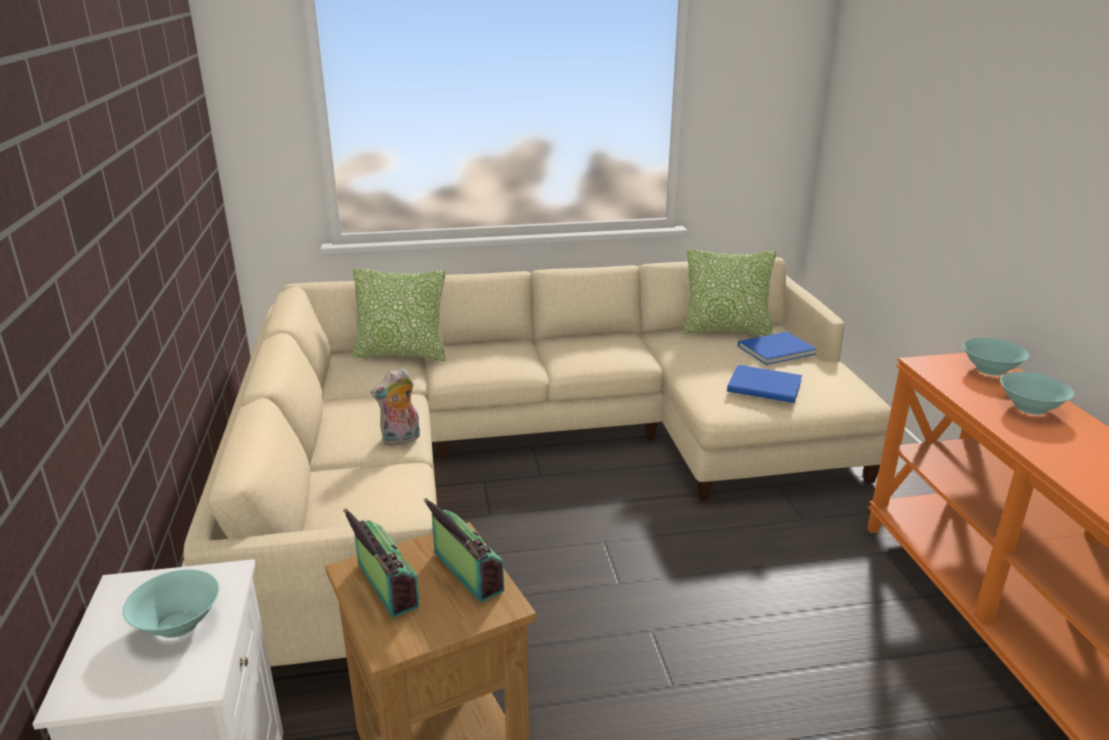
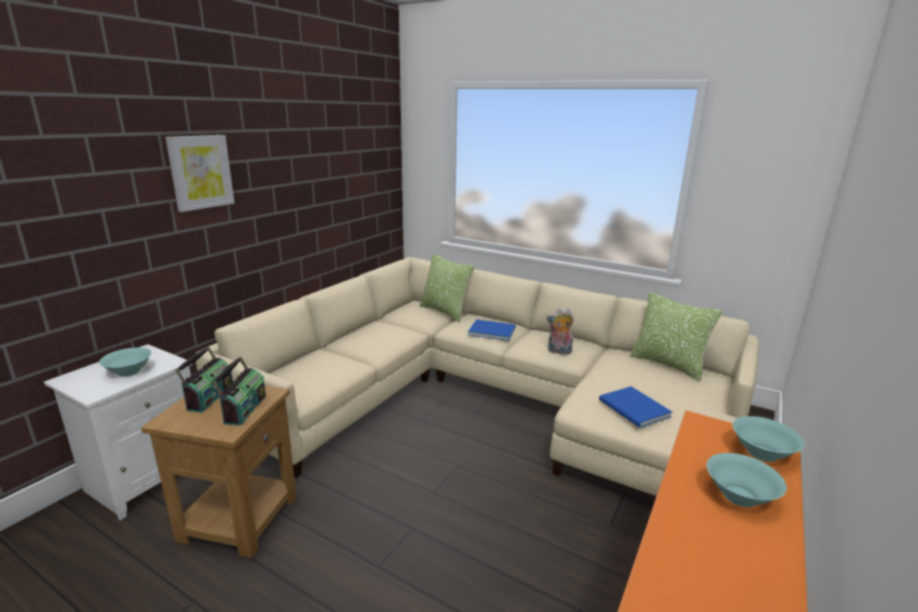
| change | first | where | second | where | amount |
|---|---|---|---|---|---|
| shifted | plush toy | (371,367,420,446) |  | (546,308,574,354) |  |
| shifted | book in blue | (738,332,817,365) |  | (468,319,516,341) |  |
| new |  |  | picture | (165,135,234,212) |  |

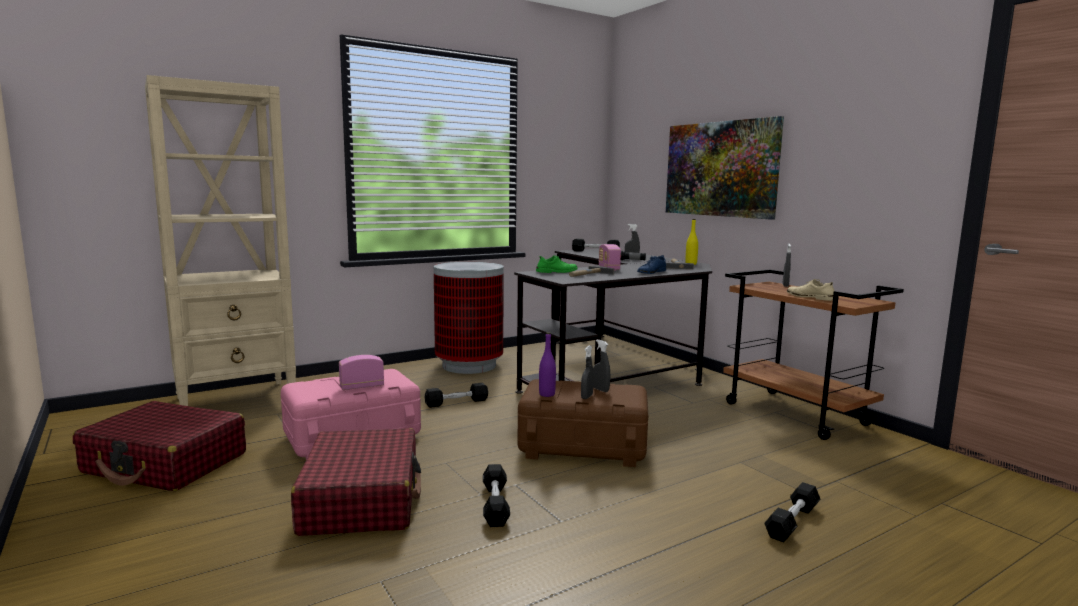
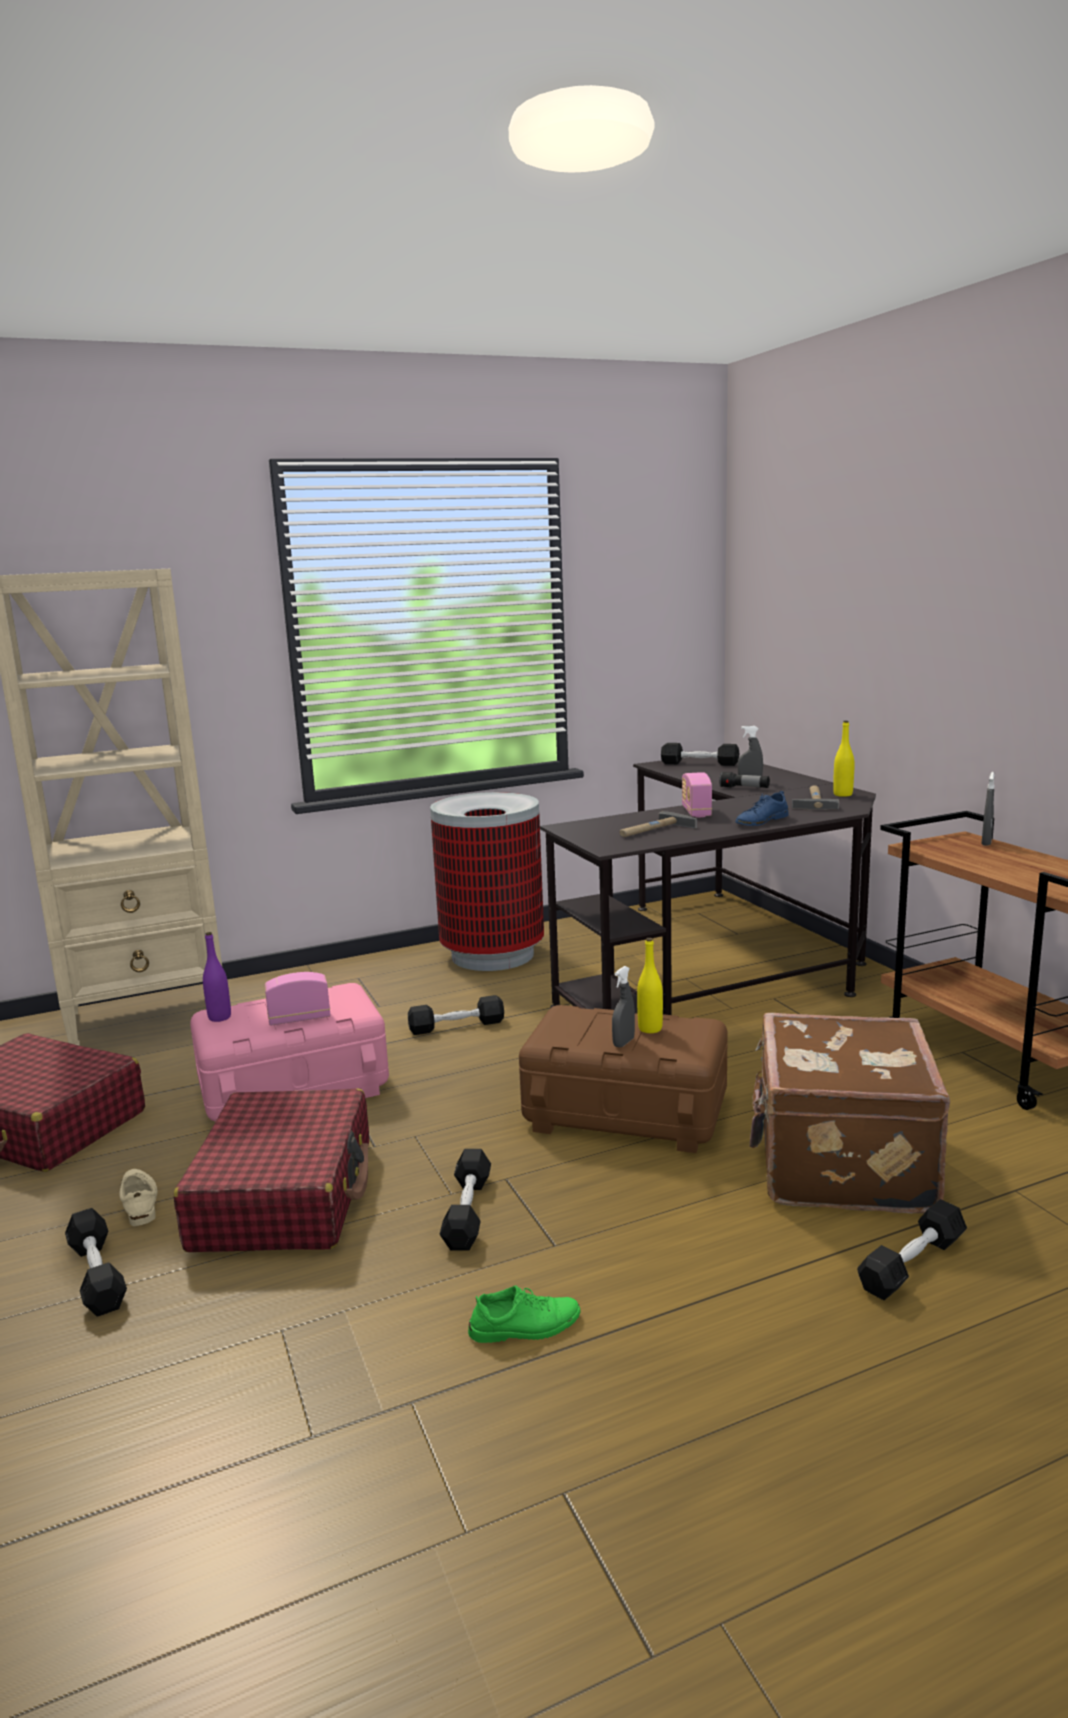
| change | first | where | second | where | amount |
|---|---|---|---|---|---|
| shifted | shoe in green | (536,255,578,273) |  | (468,1286,580,1343) |  |
| shifted | bottle in purple | (539,332,556,397) |  | (203,932,231,1022) |  |
| swapped | spray bottle in grey | (593,339,610,392) | bottle in yellow | (637,938,663,1033) |  |
| gone | picture | (666,116,784,220) |  |  |  |
| shifted | shoe in beige | (787,279,835,301) |  | (120,1169,158,1226) |  |
| new |  |  | dumbbell in black | (65,1208,127,1317) |  |
| new |  |  | suitcase in brown | (750,1013,950,1214) |  |

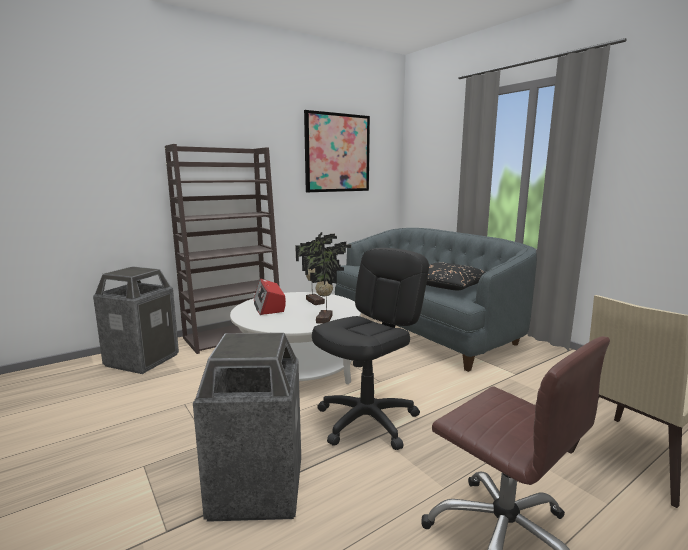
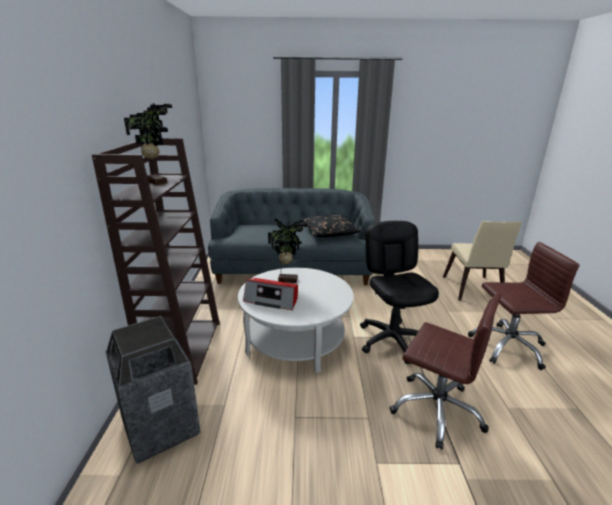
| change | first | where | second | where | amount |
|---|---|---|---|---|---|
| swapped | trash can | (193,333,301,522) | office chair in brown | (389,293,502,450) |  |
| shifted | potted plant | (302,242,351,324) |  | (124,103,172,185) |  |
| gone | picture | (304,110,370,192) |  |  |  |

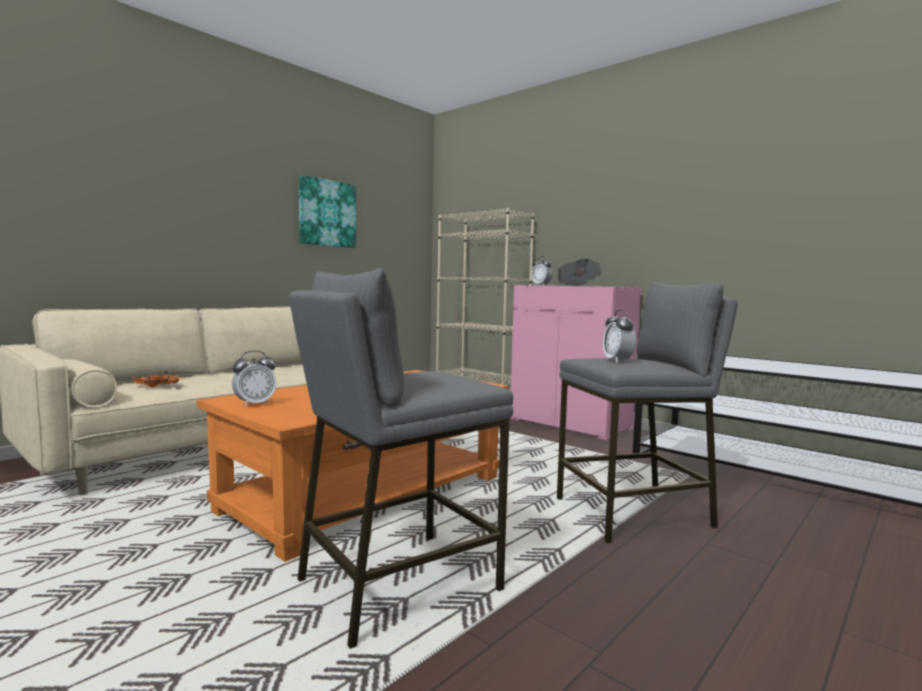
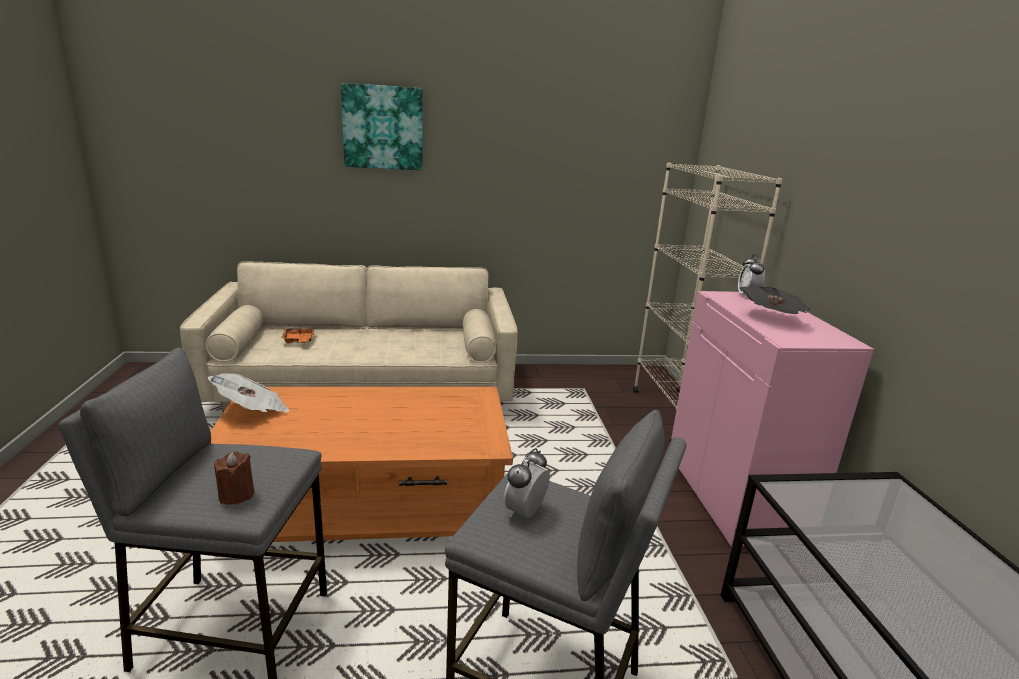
| change | first | where | second | where | amount |
|---|---|---|---|---|---|
| swapped | alarm clock | (232,351,276,407) | newspaper | (208,373,290,412) |  |
| shifted | picture | (299,175,356,248) |  | (341,83,423,170) |  |
| new |  |  | candle in brown | (214,452,254,504) |  |

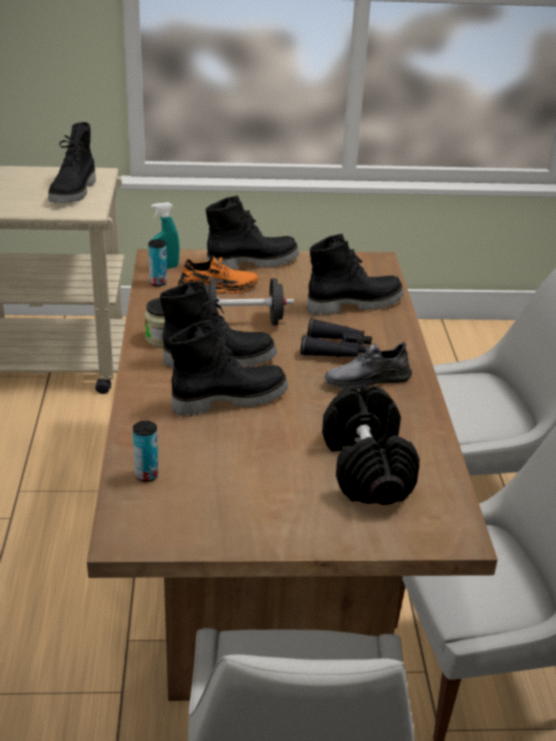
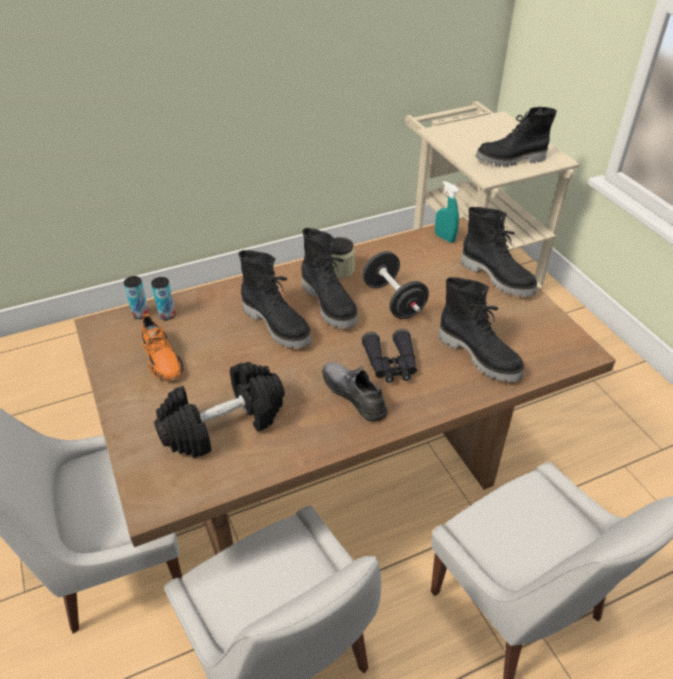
| change | first | where | second | where | amount |
|---|---|---|---|---|---|
| shifted | can | (148,239,167,286) |  | (124,276,149,319) |  |
| shifted | shoe in orange | (178,255,258,294) |  | (141,314,184,381) |  |

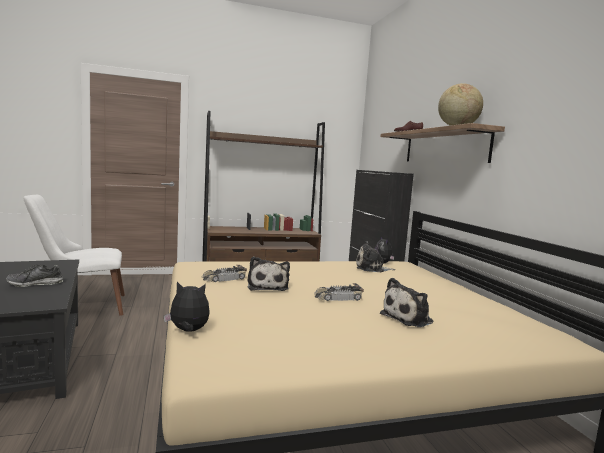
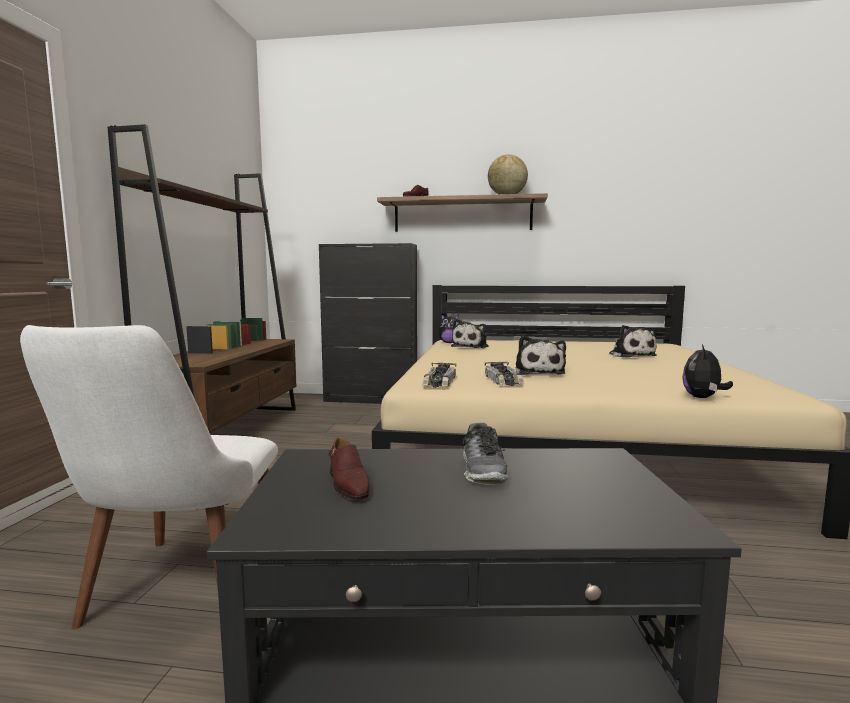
| change | first | where | second | where | amount |
|---|---|---|---|---|---|
| rotated | plush toy | (247,256,290,291) |  | (516,336,566,375) | 75 degrees clockwise |
| shifted | toy car | (314,283,364,301) |  | (422,363,456,388) |  |
| new |  |  | shoe in brown | (328,437,369,500) |  |

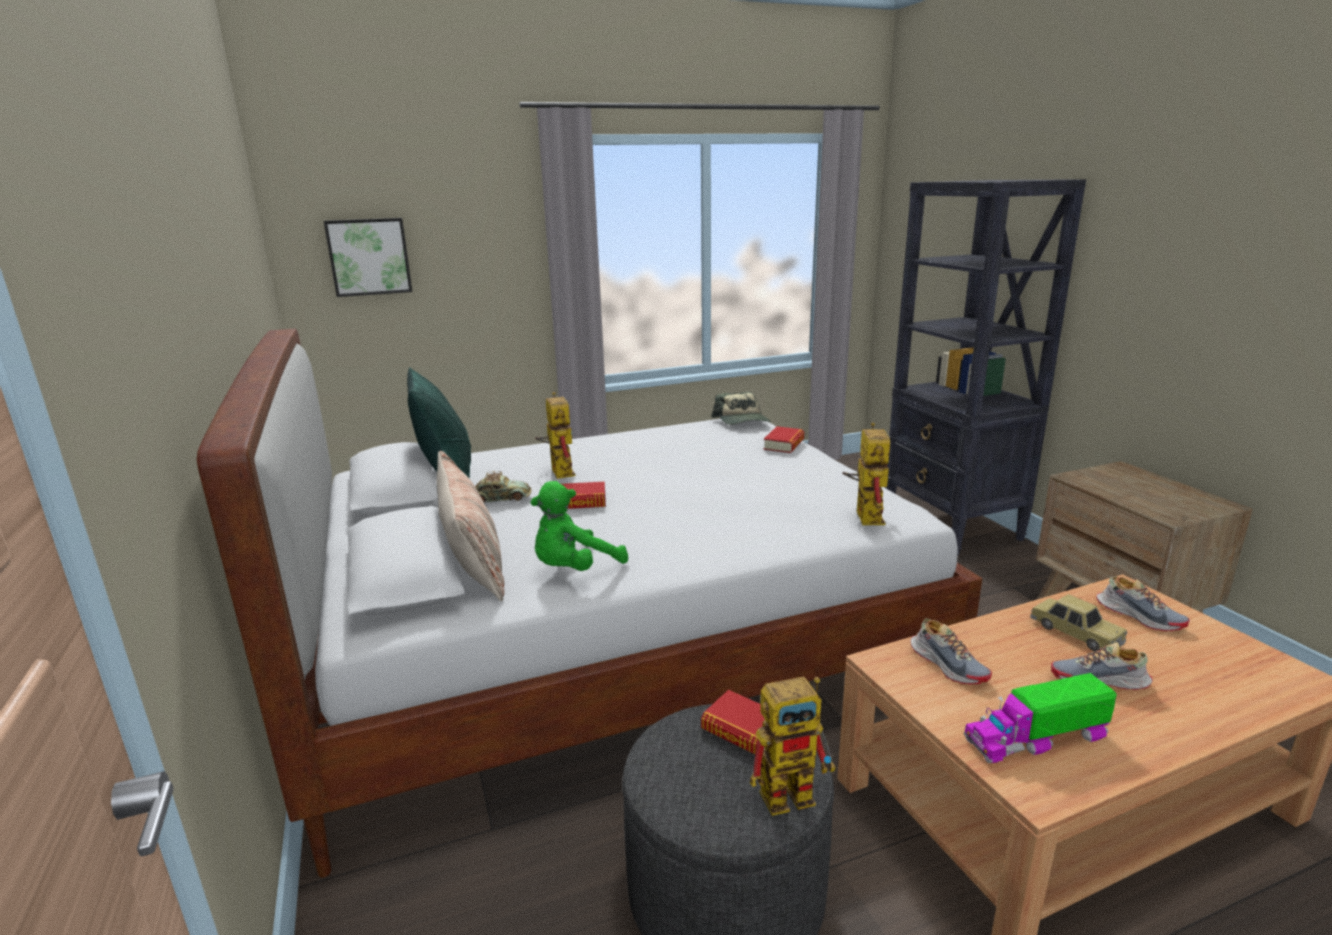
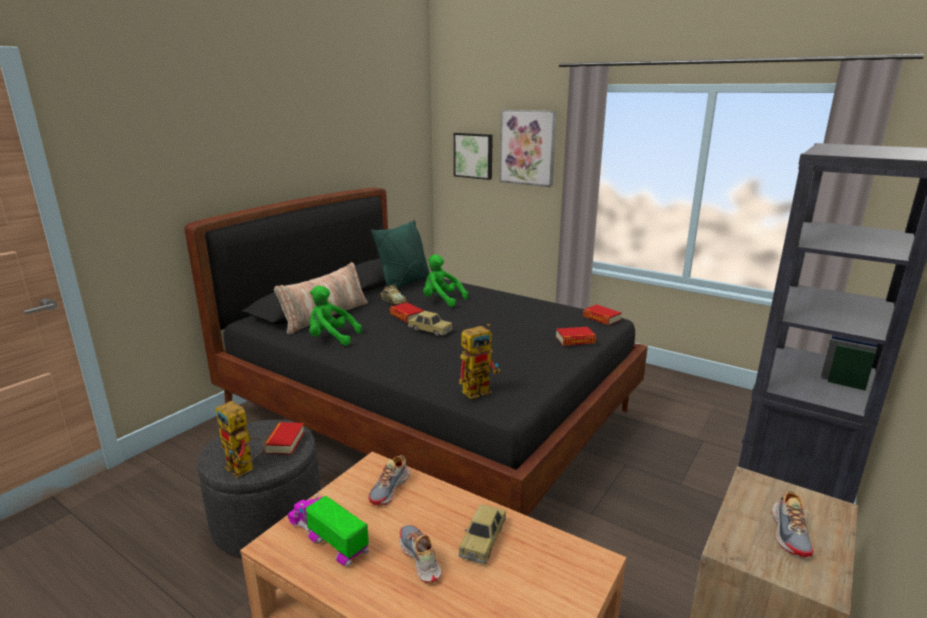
| change | first | where | second | where | amount |
|---|---|---|---|---|---|
| repainted | bed in white | (197,328,983,878) | bed in black | (184,188,648,516) |  |
| swapped | toy robot | (535,392,576,479) | plush toy in green | (423,254,468,307) |  |
| swapped | cap | (711,392,770,425) | book | (583,304,621,325) |  |
| shifted | shoe | (1096,576,1190,631) |  | (772,490,814,557) |  |
| new |  |  | toy car | (408,311,453,336) |  |
| new |  |  | picture | (500,110,557,187) |  |

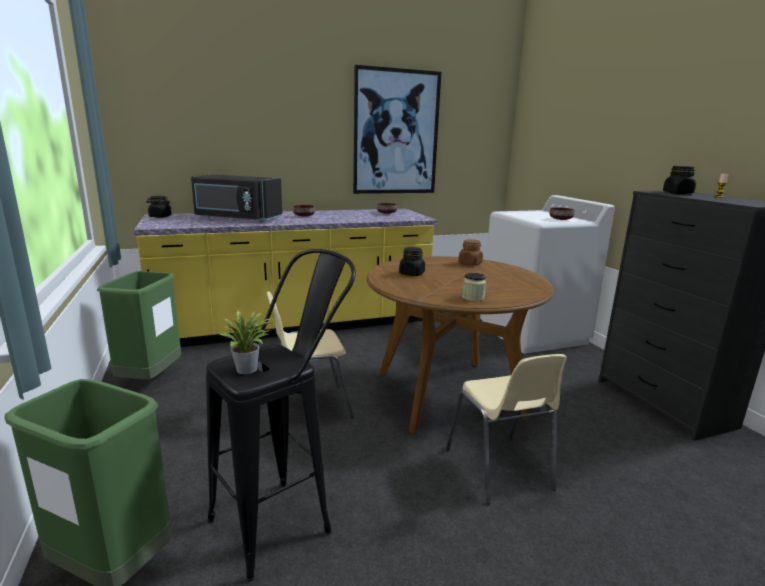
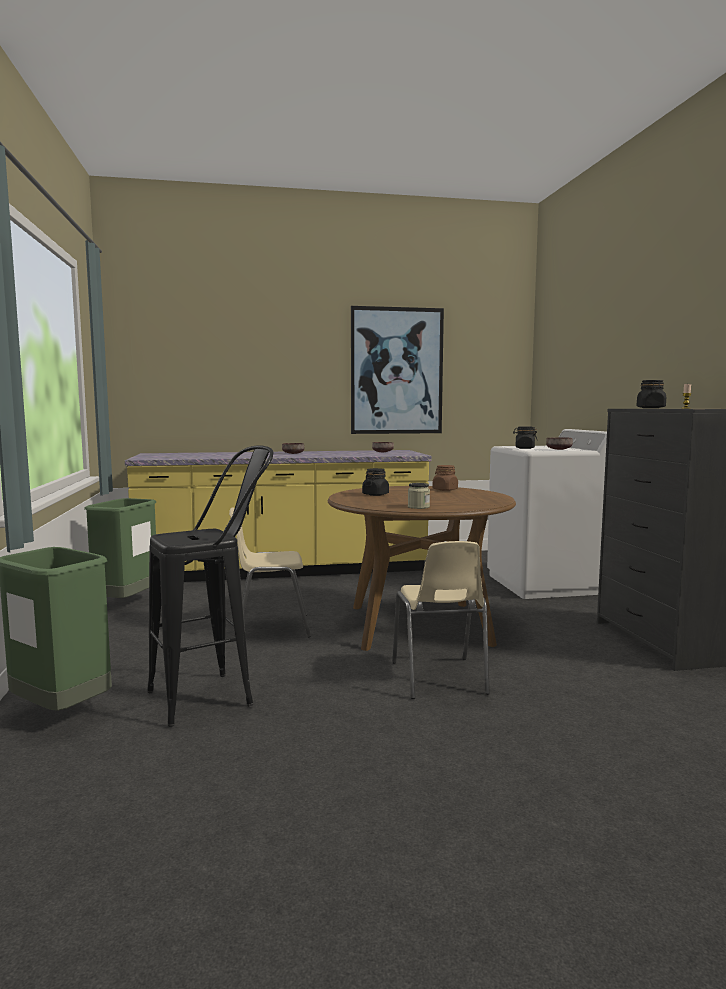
| change | first | where | second | where | amount |
|---|---|---|---|---|---|
| shifted | jar in black | (147,196,171,218) |  | (513,426,537,449) |  |
| gone | microwave in black | (191,175,282,222) |  |  |  |
| gone | potted plant | (220,310,273,374) |  |  |  |

